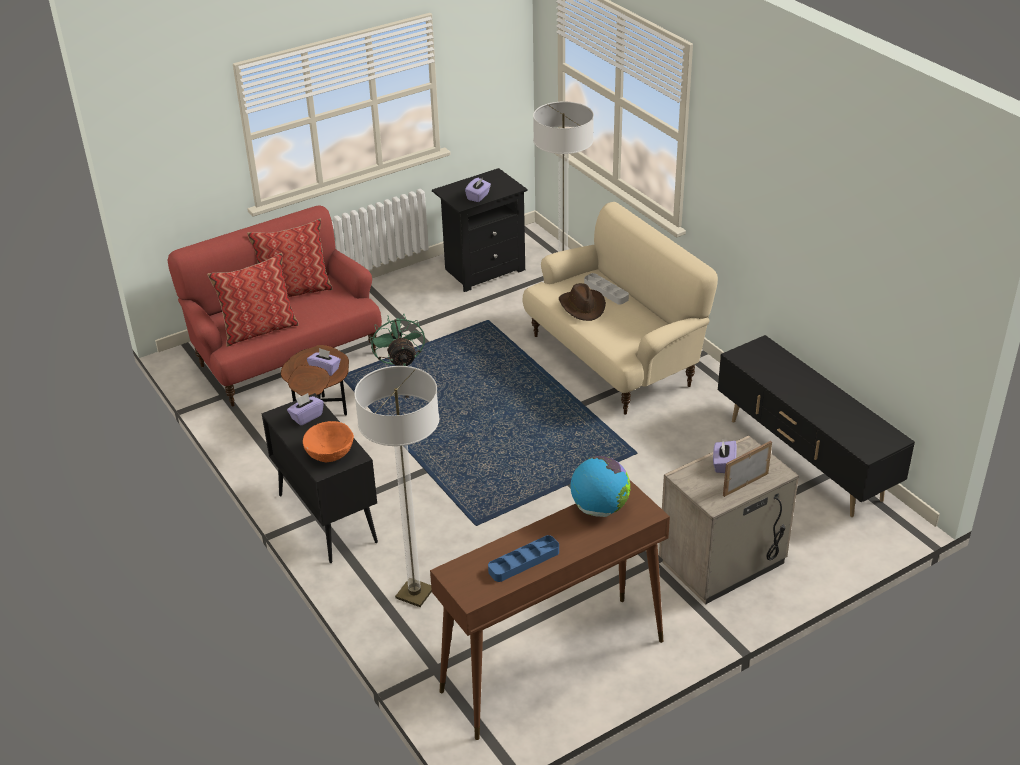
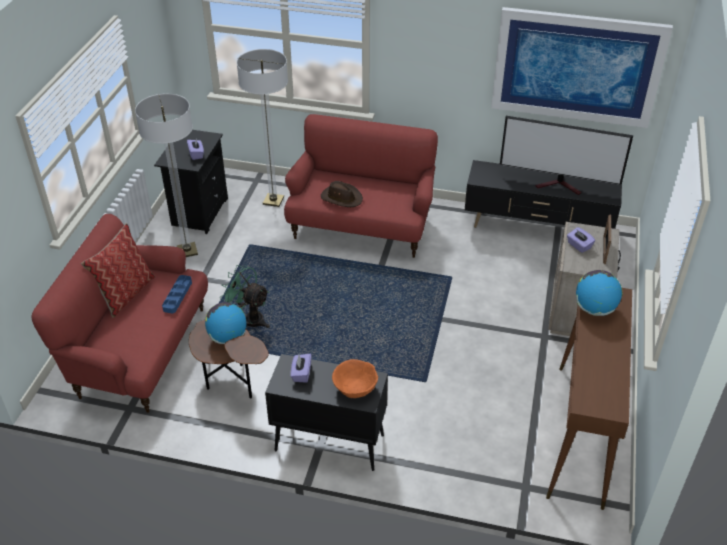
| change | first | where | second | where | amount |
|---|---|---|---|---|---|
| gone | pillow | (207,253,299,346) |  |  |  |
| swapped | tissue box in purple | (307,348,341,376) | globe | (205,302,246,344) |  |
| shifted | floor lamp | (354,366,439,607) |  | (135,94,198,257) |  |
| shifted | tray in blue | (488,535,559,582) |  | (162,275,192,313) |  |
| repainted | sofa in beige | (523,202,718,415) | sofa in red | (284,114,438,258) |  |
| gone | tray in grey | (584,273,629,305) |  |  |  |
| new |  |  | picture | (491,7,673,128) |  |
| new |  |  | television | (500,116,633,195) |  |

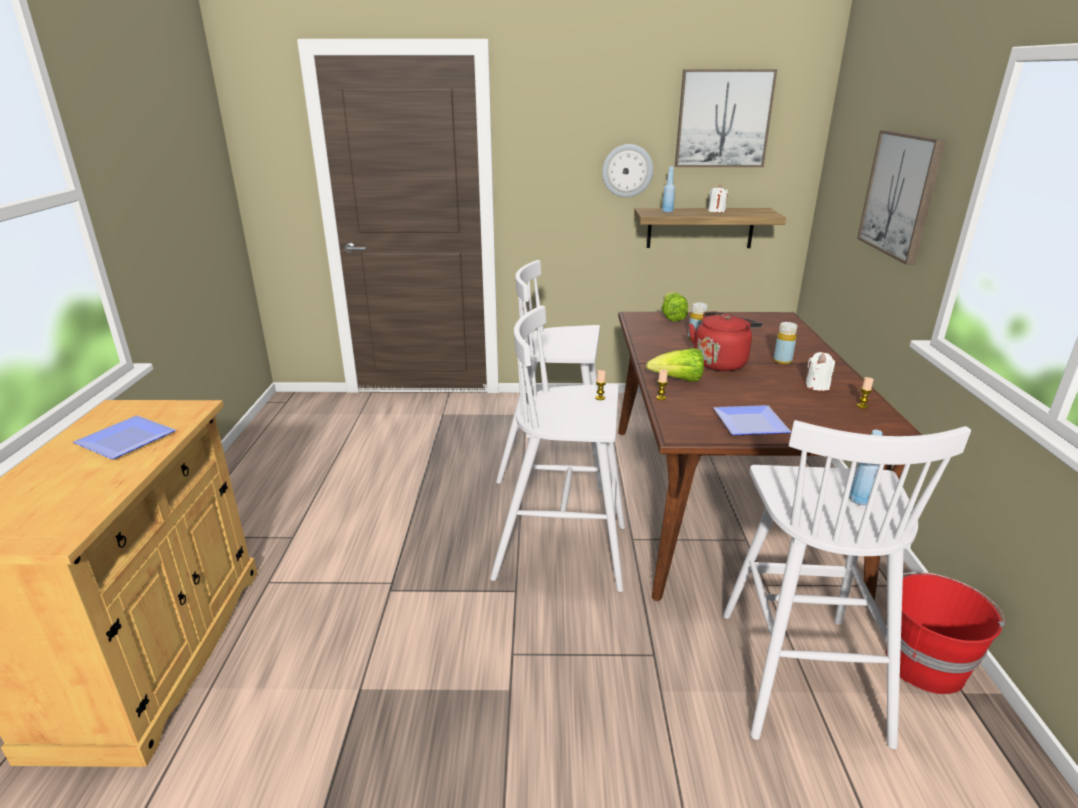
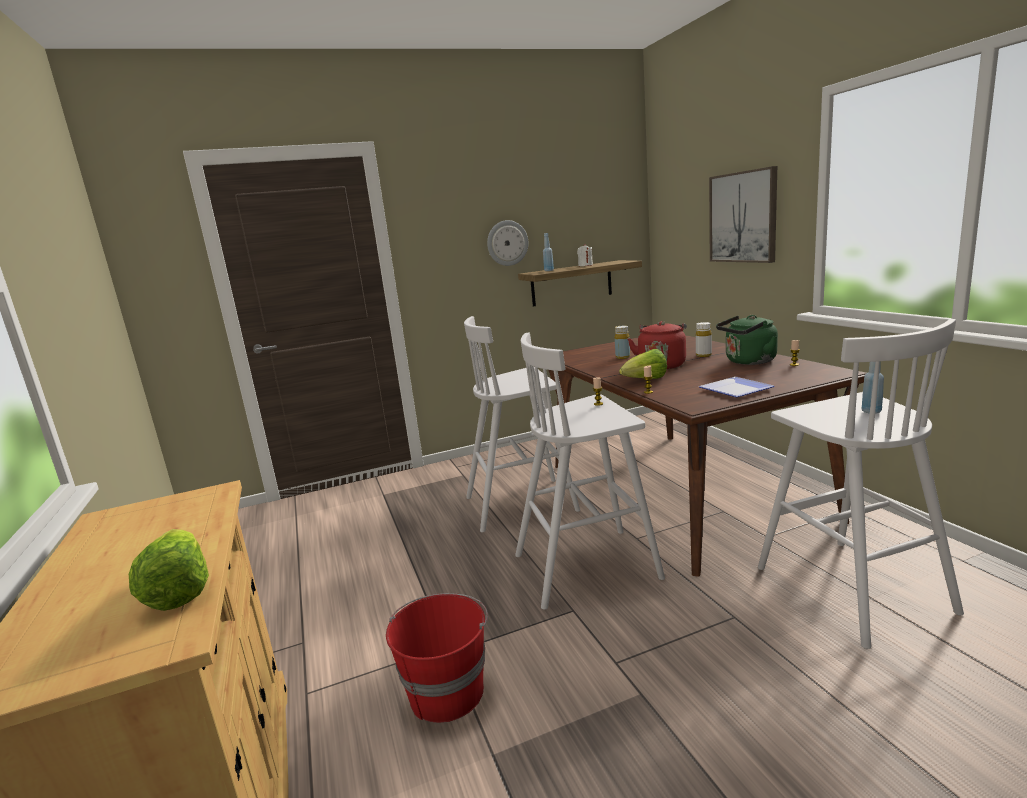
| change | first | where | second | where | amount |
|---|---|---|---|---|---|
| gone | plate | (73,415,176,460) |  |  |  |
| shifted | lettuce | (662,292,688,322) |  | (129,529,209,611) |  |
| gone | picture | (675,69,777,167) |  |  |  |
| repainted | bottle in yellow | (773,322,797,364) | bottle in white | (696,322,712,357) |  |
| swapped | candle in white | (805,352,835,391) | kettle in green | (716,315,778,365) |  |
| shifted | bucket in red | (886,572,1005,694) |  | (386,593,488,723) |  |

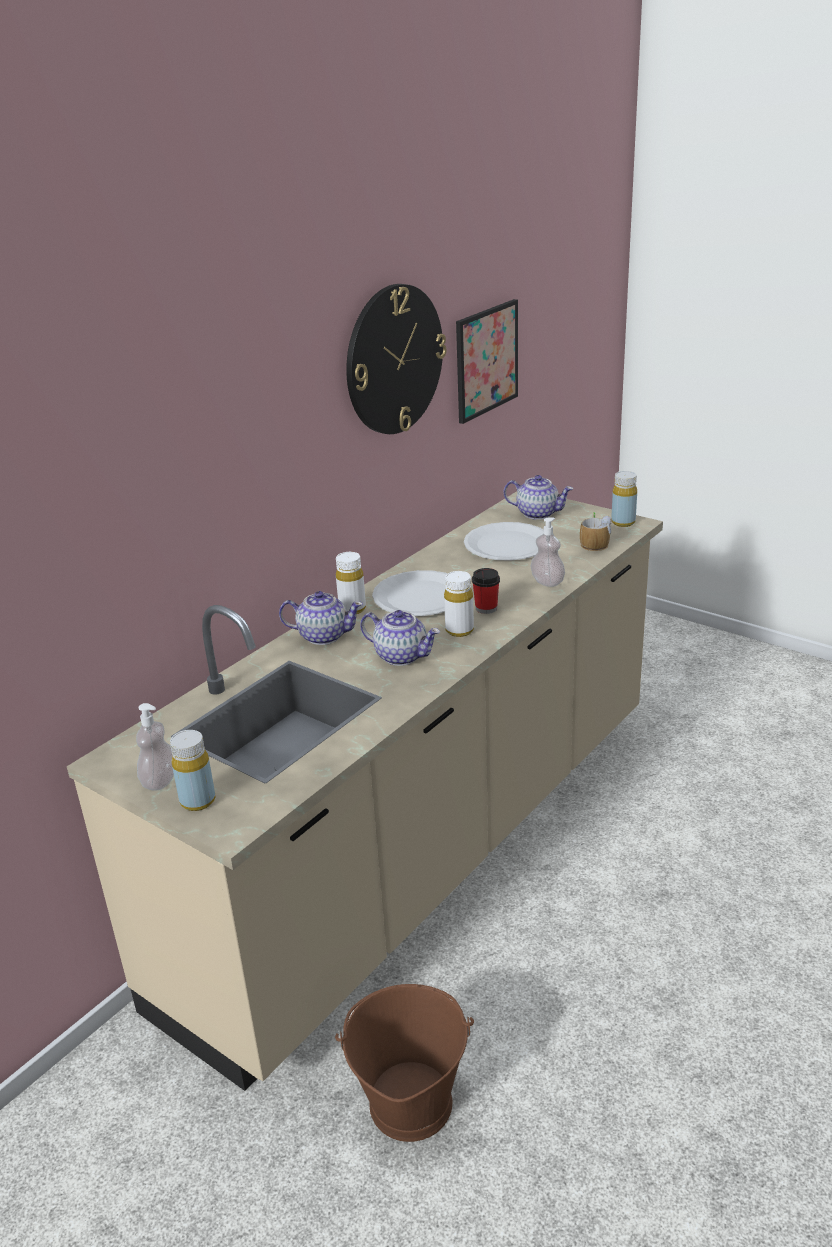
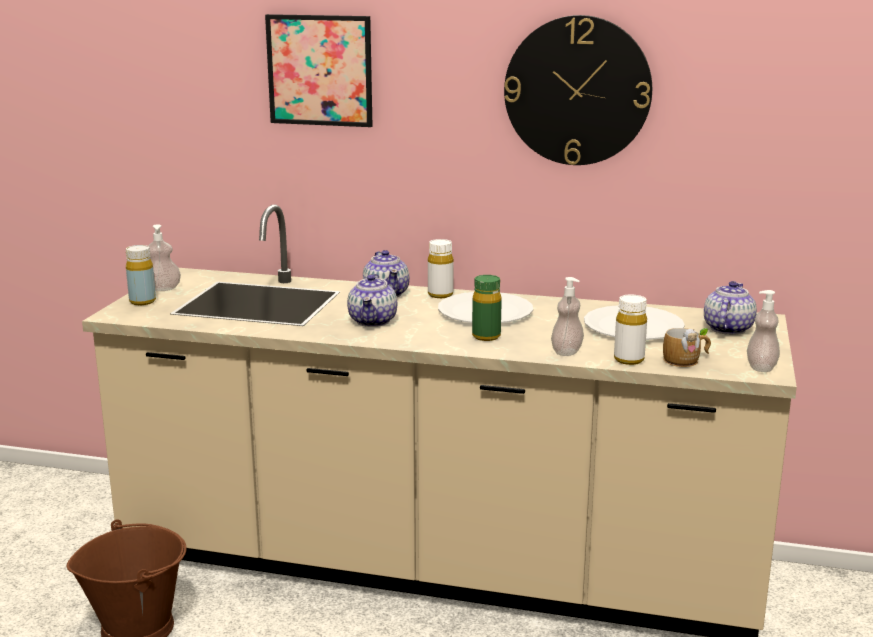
| change | first | where | second | where | amount |
|---|---|---|---|---|---|
| shifted | bottle in white | (444,571,474,637) |  | (614,294,647,365) |  |
| shifted | picture | (456,299,518,424) |  | (265,14,372,127) |  |
| swapped | cup | (472,568,500,614) | bottle in green | (472,275,502,341) |  |
| rotated | teapot | (503,475,573,520) |  | (704,281,757,335) | 150 degrees counterclockwise |
| swapped | bottle in yellow | (611,471,637,527) | soap dispenser | (747,290,780,372) |  |

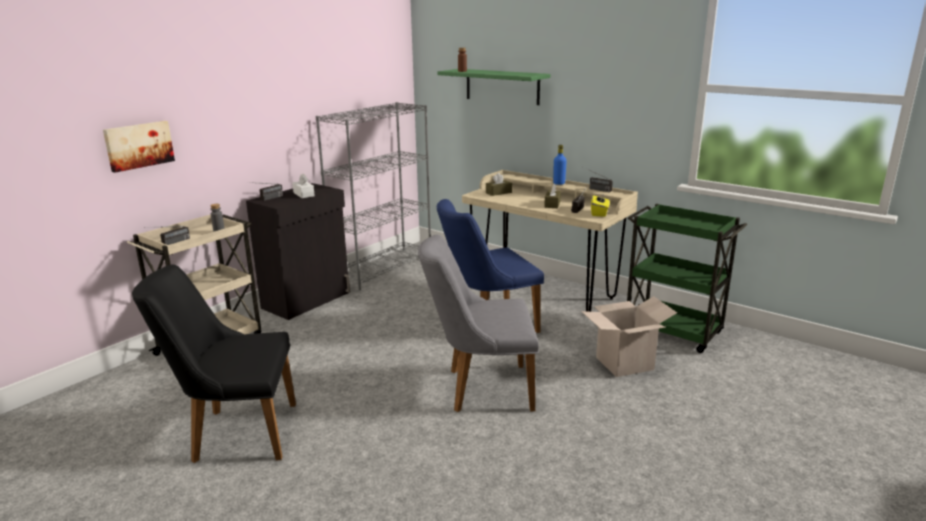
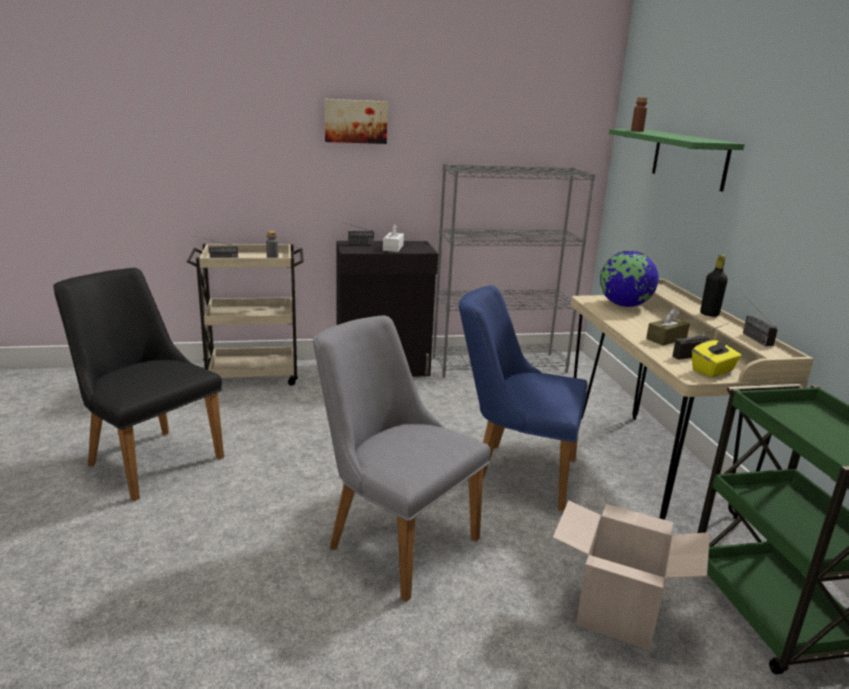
| change | first | where | second | where | amount |
|---|---|---|---|---|---|
| shifted | picture | (103,121,175,173) |  | (325,99,388,144) |  |
| swapped | tissue box in brown | (486,173,512,196) | globe | (600,251,659,307) |  |
| repainted | bottle in blue | (553,145,567,185) | bottle in black | (700,254,728,317) |  |

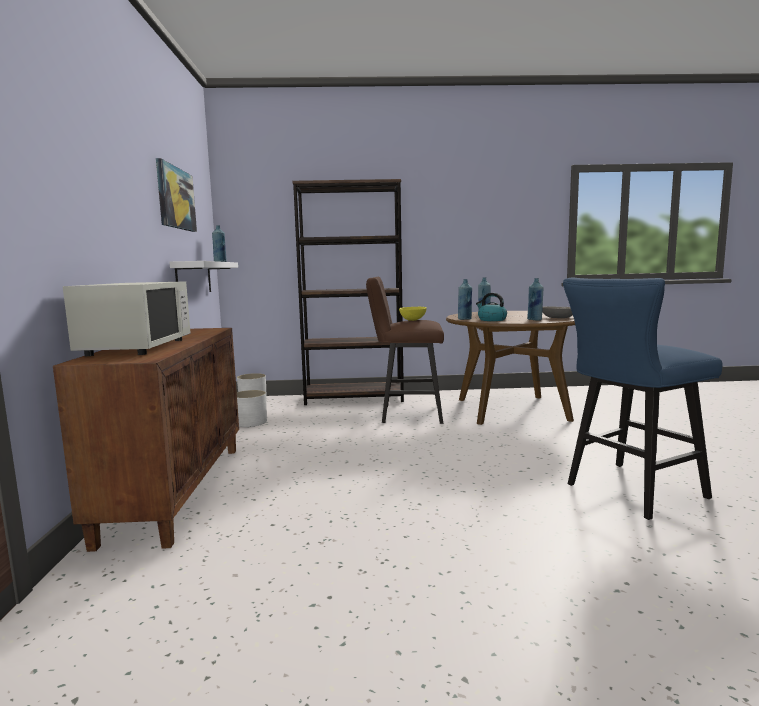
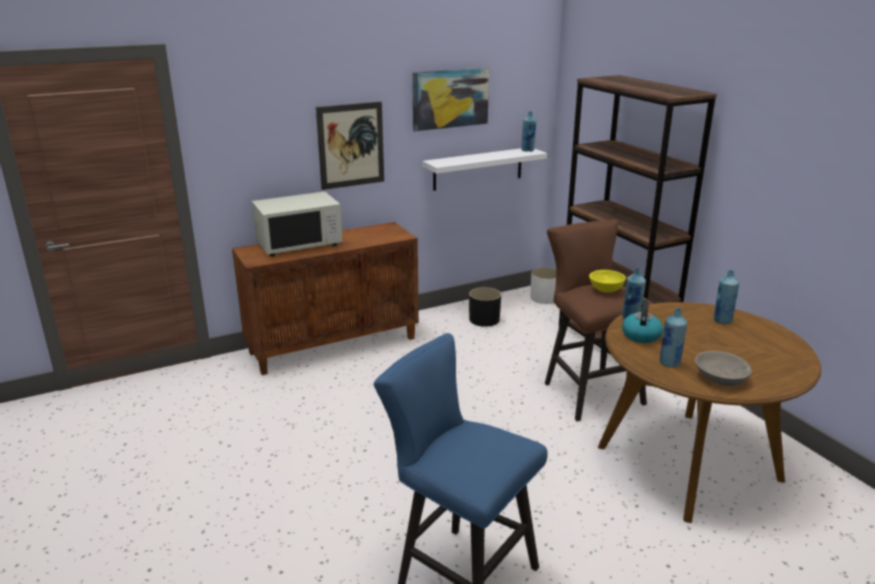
| change | first | where | second | where | amount |
|---|---|---|---|---|---|
| repainted | planter in white | (237,390,267,427) | planter in black | (469,287,501,327) |  |
| new |  |  | picture | (316,102,384,190) |  |

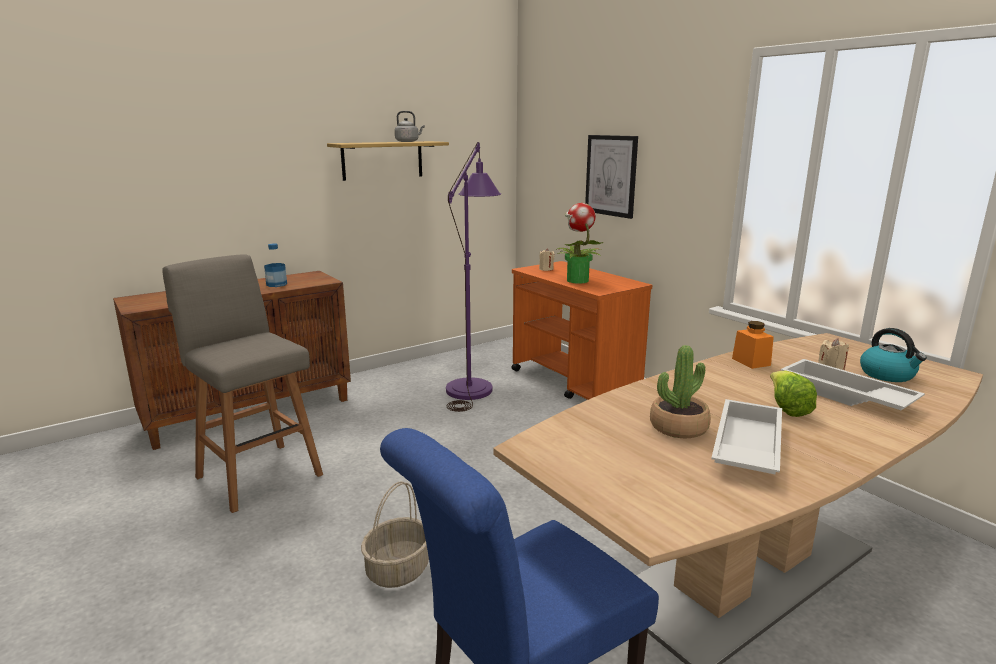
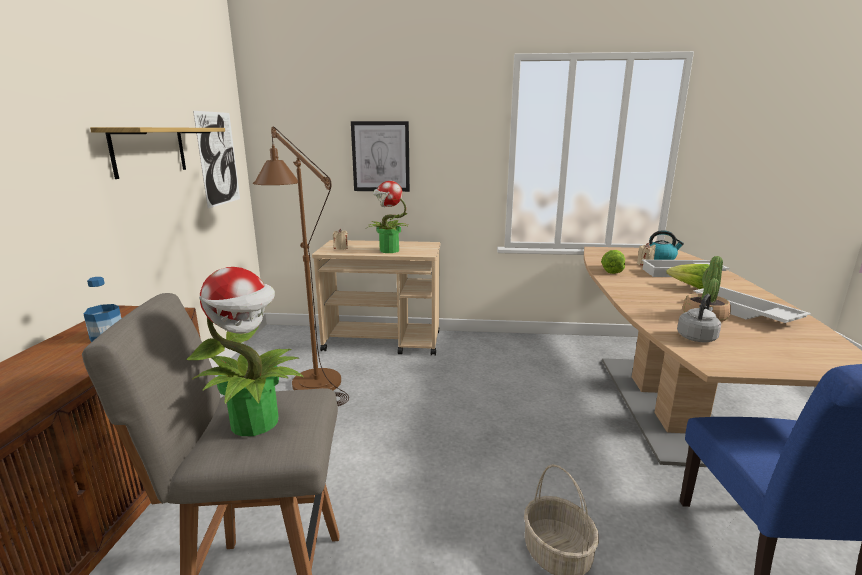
| change | first | where | second | where | amount |
|---|---|---|---|---|---|
| shifted | kettle in grey | (395,111,425,142) |  | (677,294,721,342) |  |
| repainted | floor lamp in purple | (446,142,501,412) | floor lamp in brown | (253,126,349,406) |  |
| repainted | cart in orange | (511,261,652,400) | cart in beige | (312,240,440,356) |  |
| swapped | jar in orange | (732,321,774,369) | lettuce | (601,250,625,274) |  |
| new |  |  | potted plant | (186,267,303,436) |  |
| new |  |  | picture | (193,111,240,208) |  |

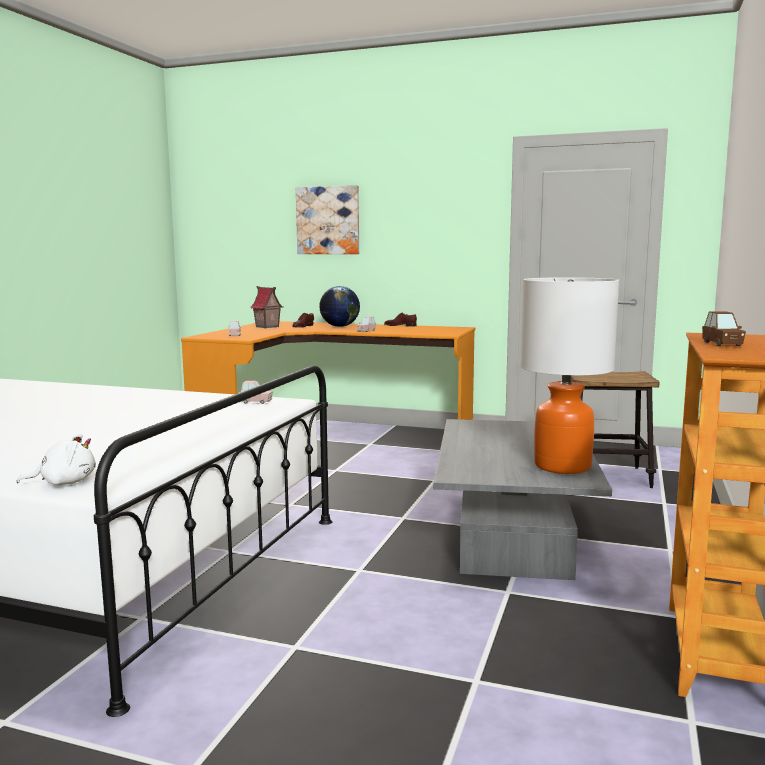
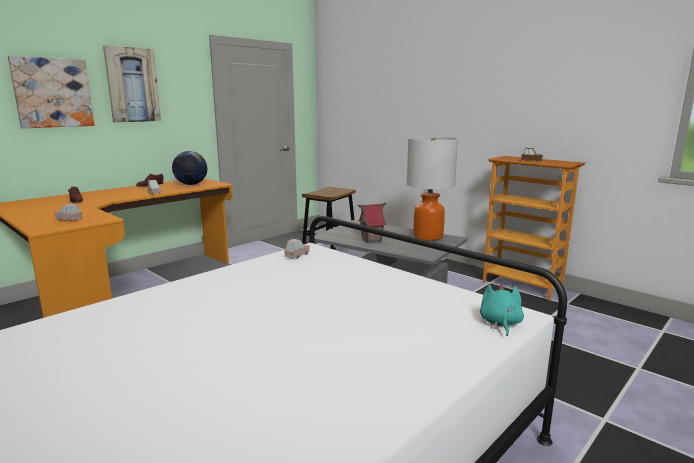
| change | first | where | second | where | amount |
|---|---|---|---|---|---|
| repainted | plush toy in white | (17,433,95,485) | plush toy in turquoise | (480,284,524,336) |  |
| shifted | toy house | (250,286,283,328) |  | (358,203,386,243) |  |
| shifted | globe | (319,286,360,327) |  | (172,151,207,185) |  |
| new |  |  | picture | (103,45,161,123) |  |

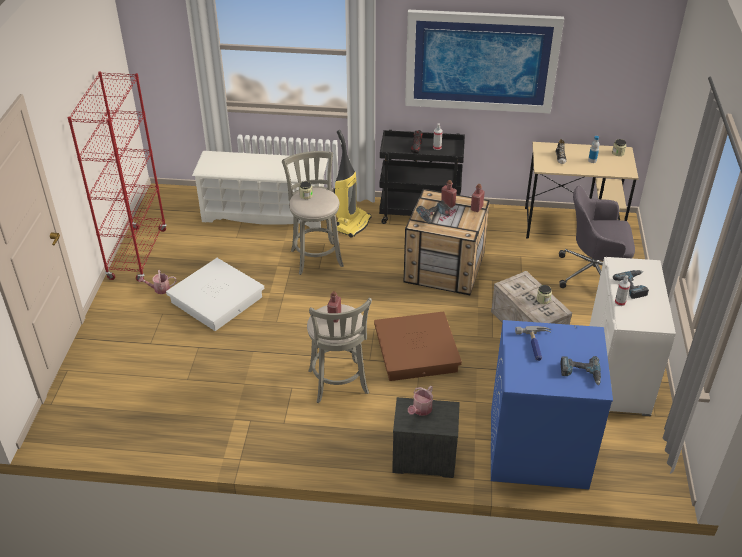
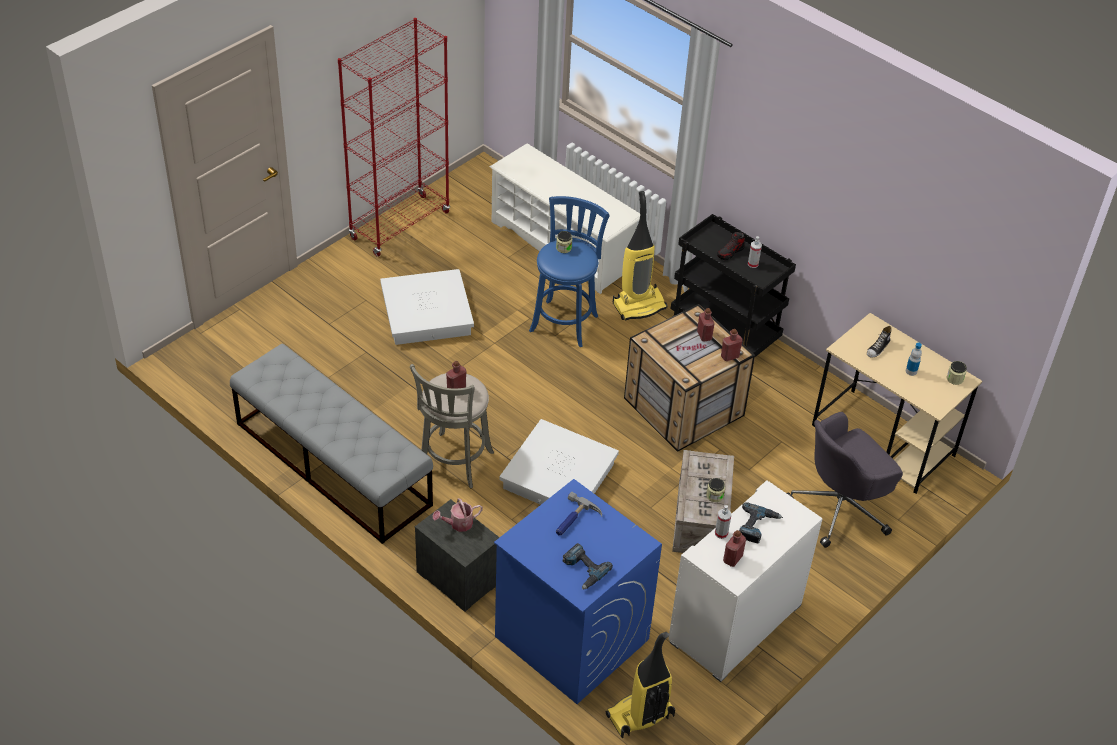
| change | first | where | second | where | amount |
|---|---|---|---|---|---|
| gone | watering can | (138,270,176,294) |  |  |  |
| repainted | stool in grey | (282,151,344,275) | stool in blue | (529,196,610,347) |  |
| repainted | storage box in brown | (374,312,462,381) | storage box in white | (499,419,619,505) |  |
| gone | picture | (405,10,564,113) |  |  |  |
| gone | power drill | (416,200,450,223) |  |  |  |
| rotated | office chair in grey | (559,186,635,288) |  | (787,412,903,548) | 75 degrees counterclockwise |
| new |  |  | bench in grey | (230,344,433,544) |  |
| new |  |  | vacuum cleaner | (606,632,675,738) |  |
| new |  |  | bottle in red | (723,530,746,567) |  |

